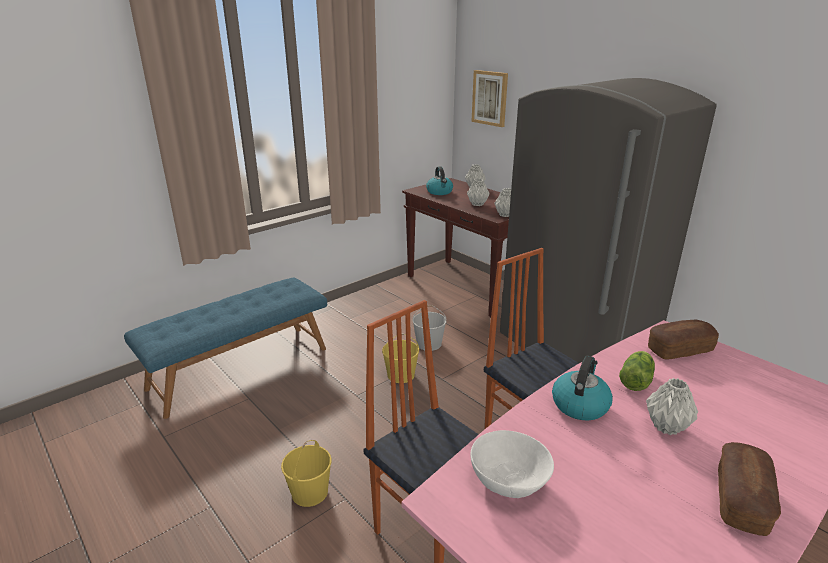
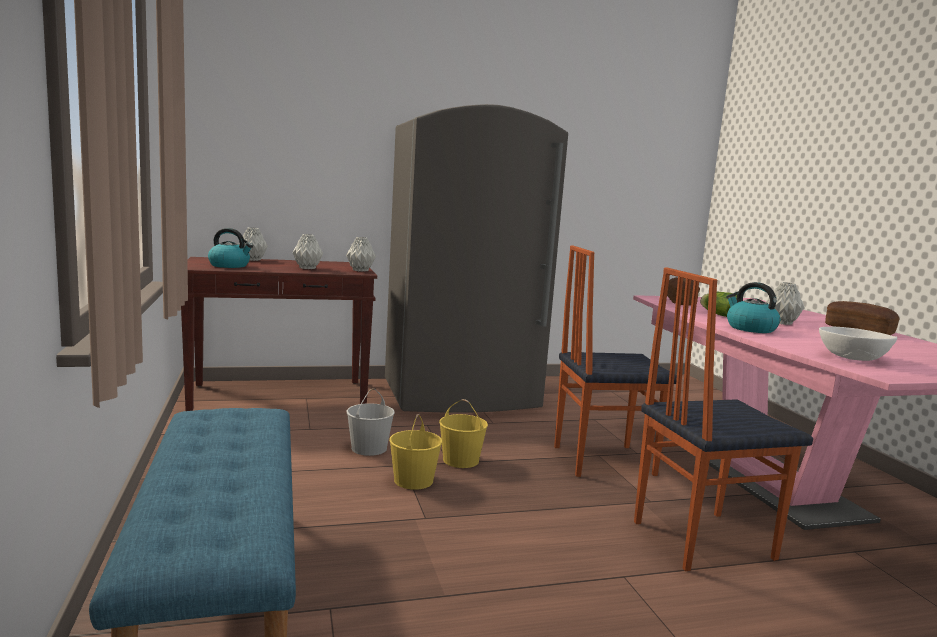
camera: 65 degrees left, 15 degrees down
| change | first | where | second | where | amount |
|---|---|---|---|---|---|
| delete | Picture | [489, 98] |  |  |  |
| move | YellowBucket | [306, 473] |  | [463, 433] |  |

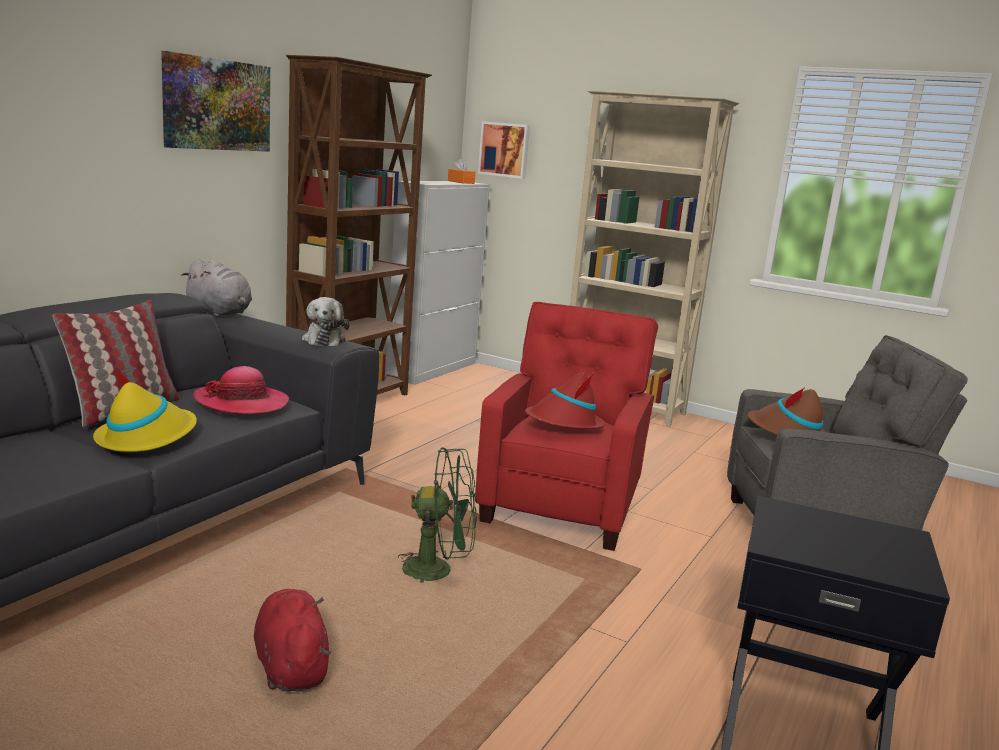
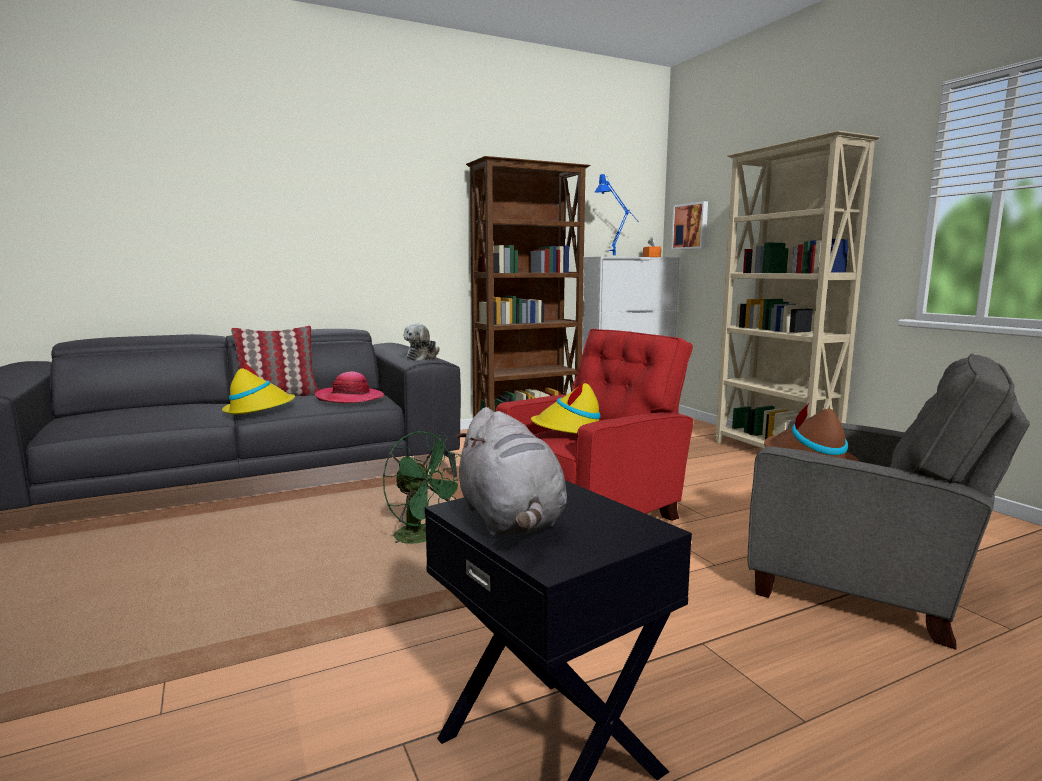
camera: 35 degrees right, 5 degrees down
| change | first | where | second | where | amount |
|---|---|---|---|---|---|
| delete | Picture | [215, 101] |  |  |  |
| move | GreyPlushToy | [216, 288] |  | [511, 471] |  |
| recolor | RedHat | [565, 400] | YellowHat | [565, 408] |  |
| delete | RedPlushToy | [292, 640] |  |  |  |
| insert |  |  | BlueTableLamp | [617, 214] |  |

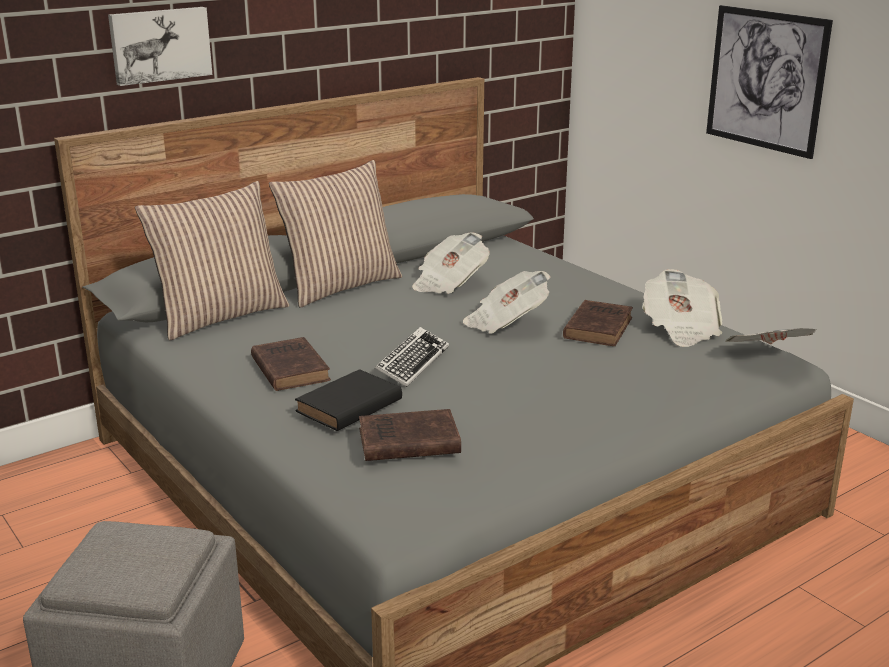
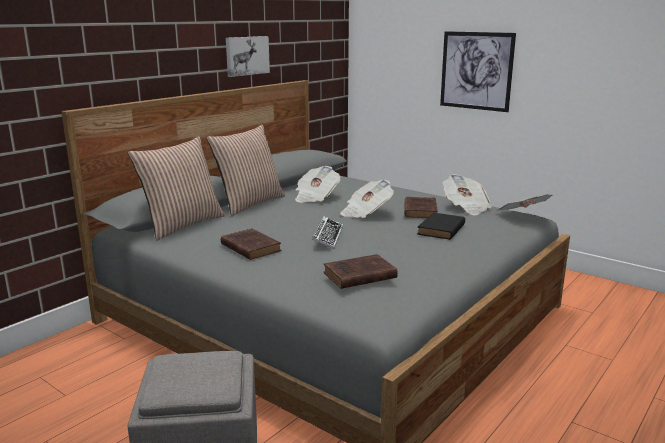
camera: 15 degrees left, 5 degrees down
| change | first | where | second | where | amount |
|---|---|---|---|---|---|
| move | Picture | [160, 46] |  | [248, 56] |  |
| move | BlackBook | [348, 400] |  | [441, 226] |  |

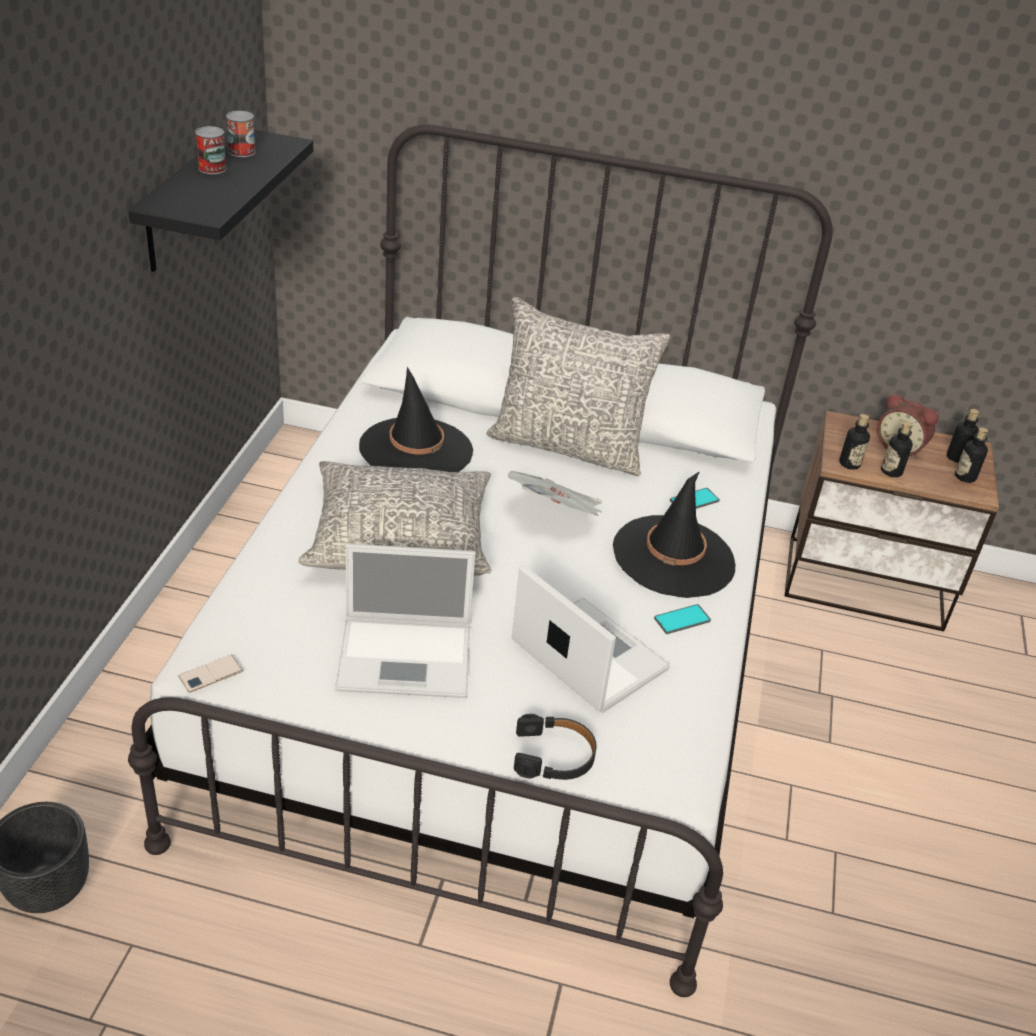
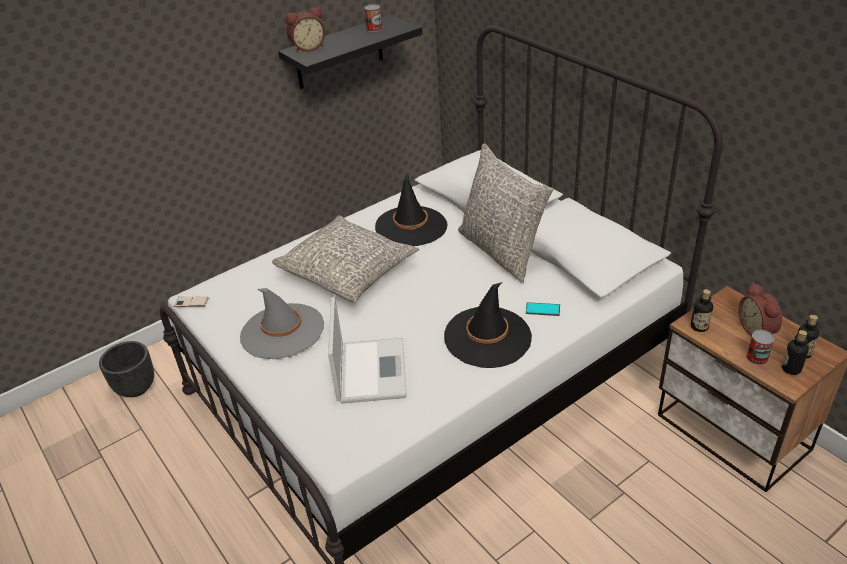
camera: 45 degrees right, 0 degrees up
| change | first | where | second | where | amount |
|---|---|---|---|---|---|
| move | Can | [211, 150] |  | [760, 347] |  |
| delete | Bottle | [897, 449] |  |  |  |
| delete | Newspaper | [555, 493] |  |  |  |
| replace | Laptop | [405, 620] | GreyHat | [282, 323] |  |
| delete | Phone | [682, 619] |  |  |  |
| delete | BlackHeadphones | [555, 747] |  |  |  |
| insert |  |  | AlarmClock | [305, 30] |  |

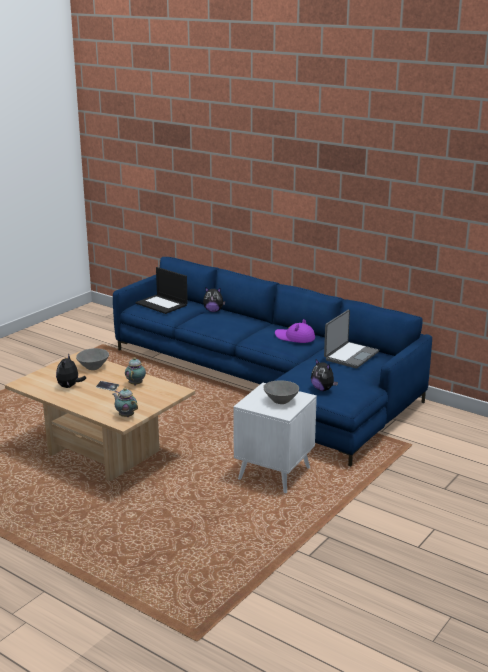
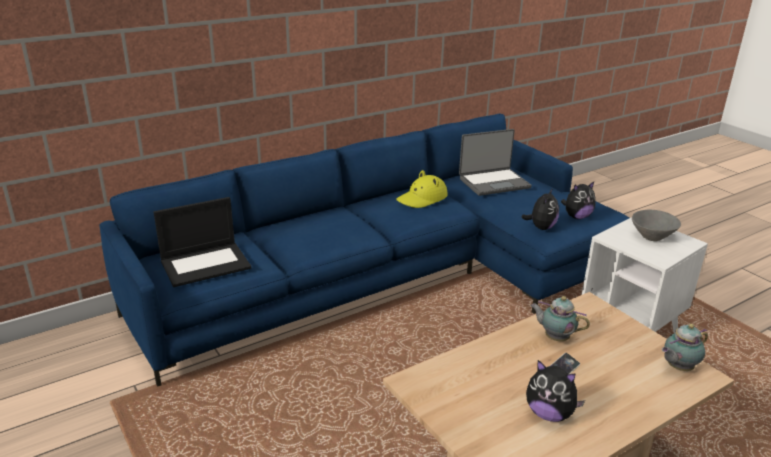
camera: 70 degrees left, 5 degrees up
| change | first | where | second | where | amount |
|---|---|---|---|---|---|
| move | PlushToy | [214, 299] |  | [540, 209] |  |
| rotate | Laptop | [351, 339] |  | [495, 162] | 105 degrees clockwise |
| recolor | PurpleHat | [295, 331] | YellowHat | [422, 189] |  |
| delete | GreyBowl | [92, 359] |  |  |  |

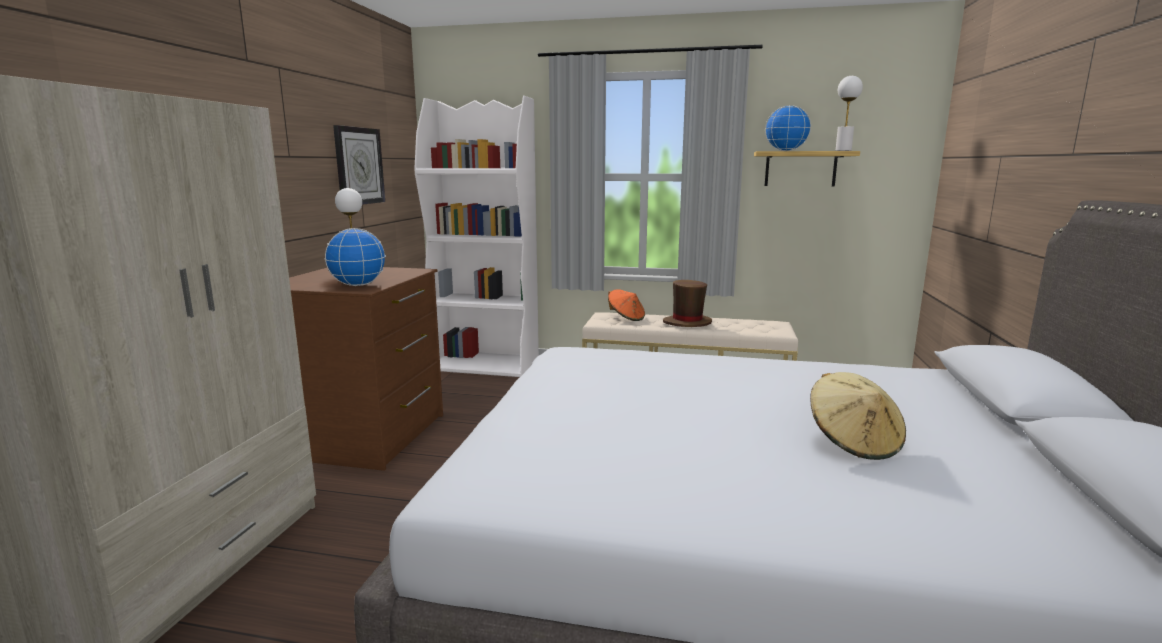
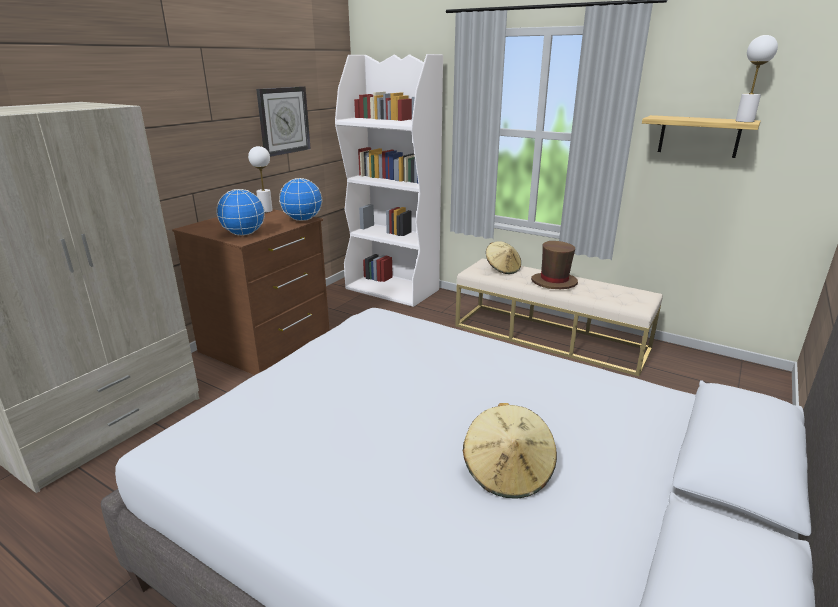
camera: 20 degrees right, 10 degrees up
| change | first | where | second | where | amount |
|---|---|---|---|---|---|
| move | Globe | [788, 128] |  | [300, 199] |  |
| recolor | OrangeHat | [626, 305] | BeigeHat | [503, 258] |  |

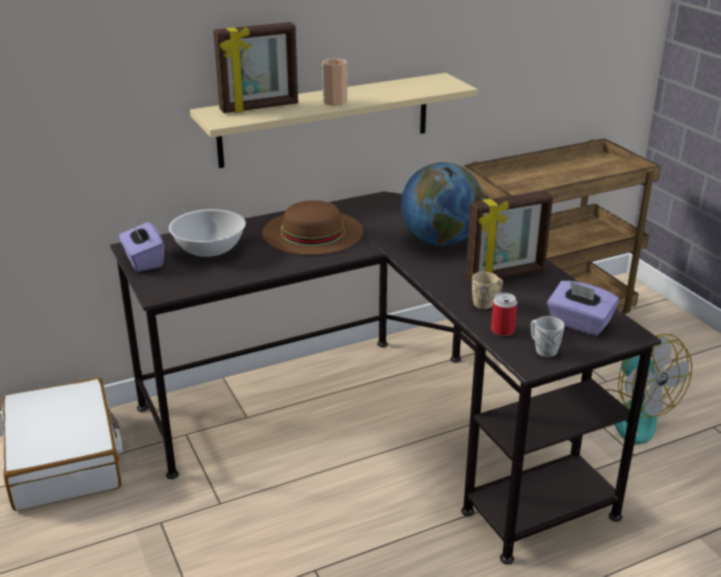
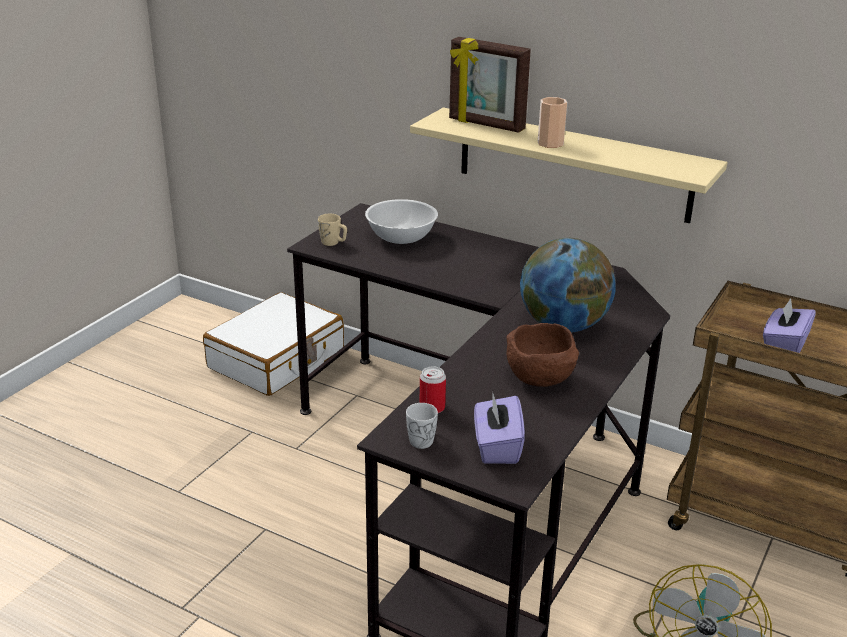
camera: 55 degrees right, 0 degrees up
| change | first | where | second | where | amount |
|---|---|---|---|---|---|
| replace | PictureFrame | [509, 237] | BrownBowl | [542, 355] |  |
| delete | BrownHat | [312, 227] |  |  |  |
| move | PurpleTissueBox | [141, 246] |  | [789, 325] |  |
| move | BeigeMug | [487, 290] |  | [332, 230] |  |

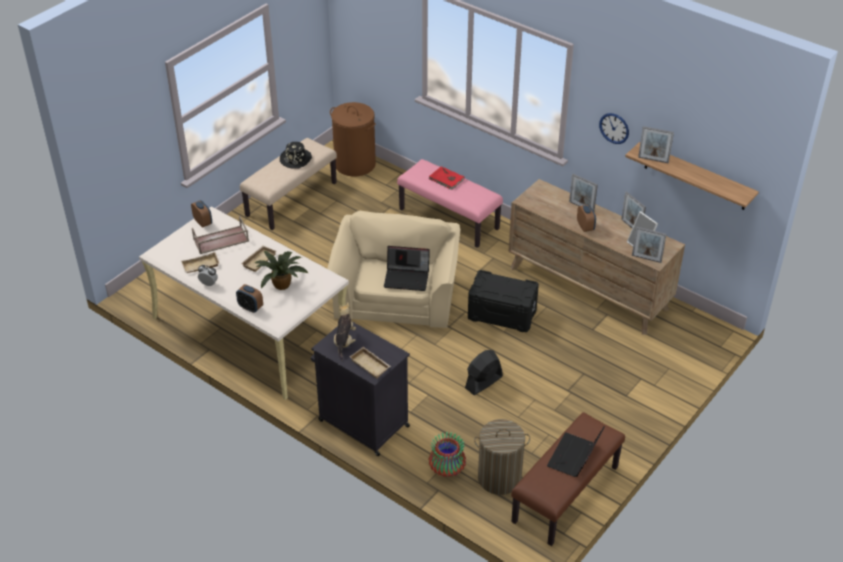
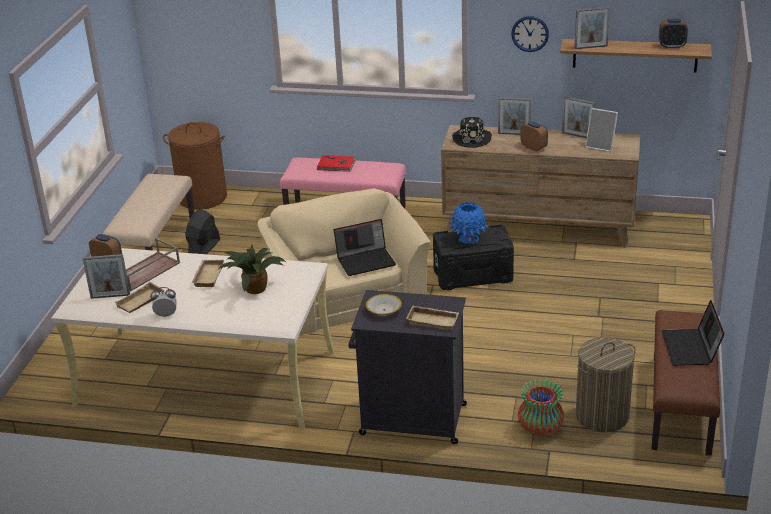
camera: 25 degrees left, 10 degrees down
| change | first | where | second | where | amount |
|---|---|---|---|---|---|
| move | BlackHat | [296, 155] |  | [472, 132] |  |
| move | PictureFrame | [649, 245] |  | [106, 276] |  |
| move | AlarmClock | [249, 298] |  | [673, 33] |  |
| replace | PlushToy | [345, 331] | Bowl | [384, 305] |  |
| move | BlackFan | [484, 372] |  | [202, 232] |  |
| insert |  |  | BlueVase | [468, 223] |  |

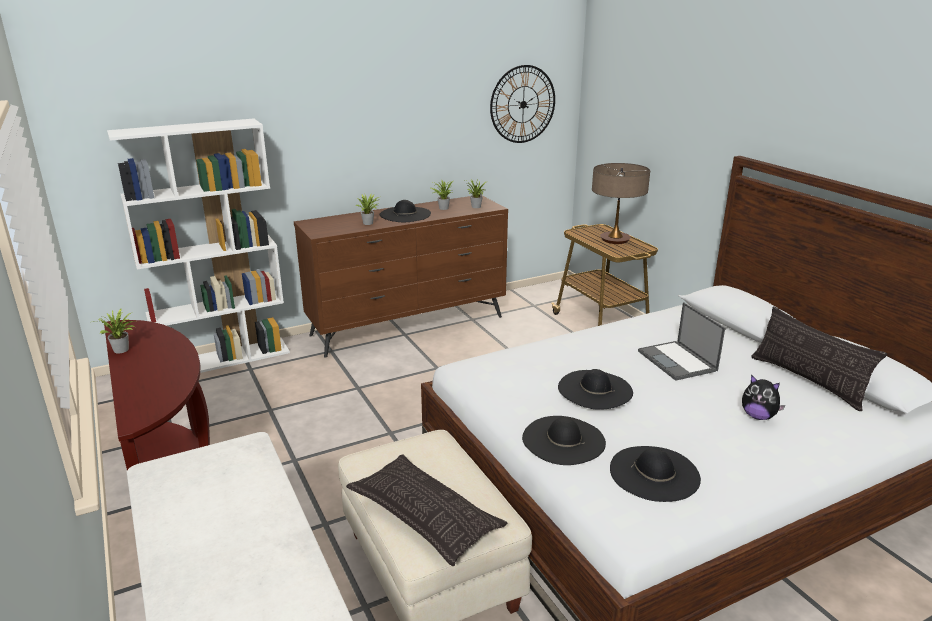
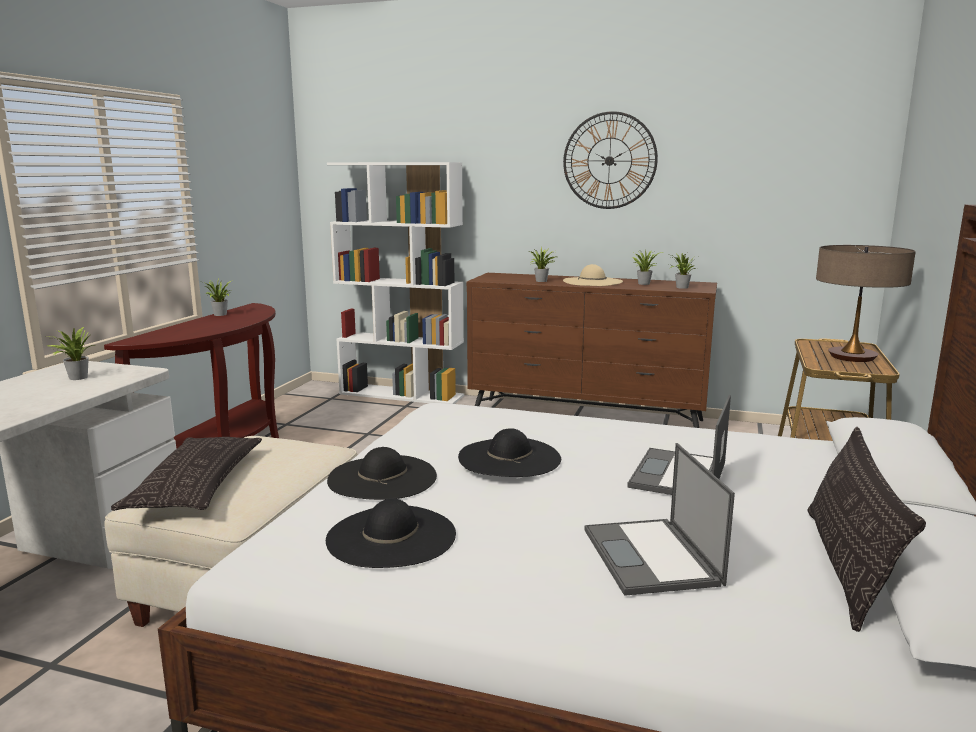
camera: 45 degrees right, 10 degrees down
| change | first | where | second | where | amount |
|---|---|---|---|---|---|
| move | WallClock | [522, 104] |  | [610, 160] |  |
| recolor | BlackHat | [405, 211] | BeigeHat | [593, 275] |  |
| replace | PlushToy | [763, 397] | Laptop | [660, 519] |  |
| insert |  |  | PottedPlant | [71, 353] |  |

